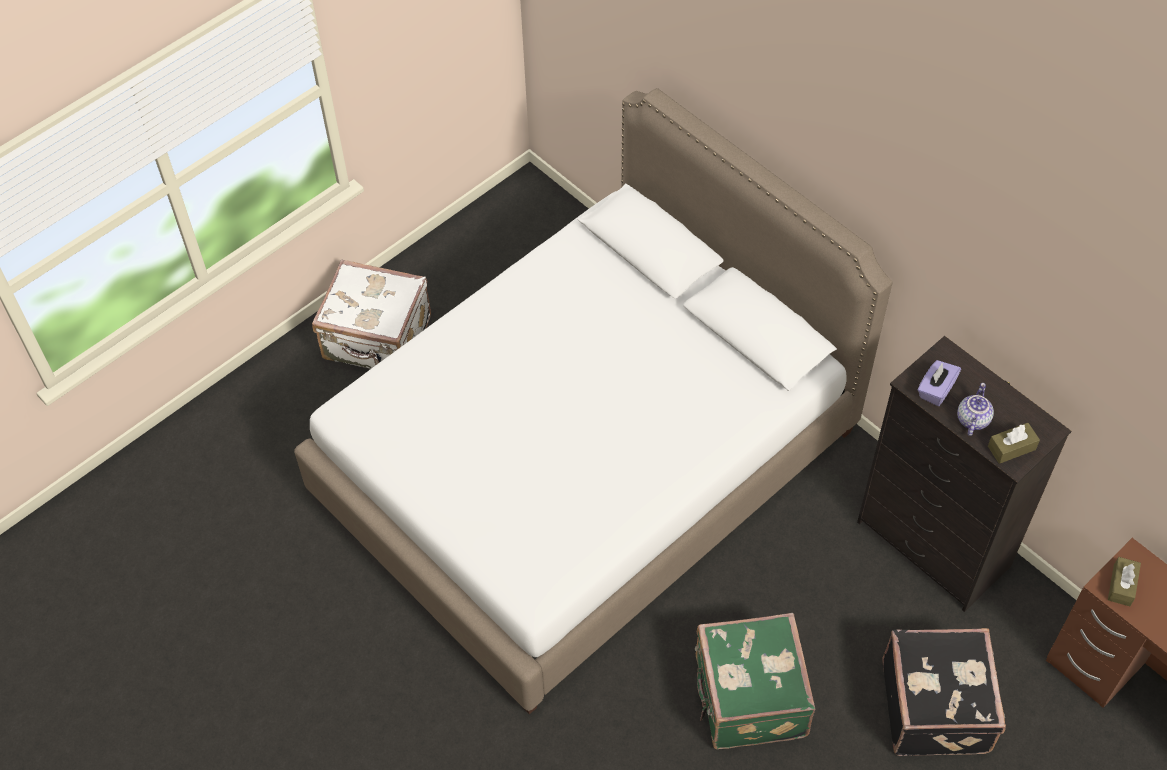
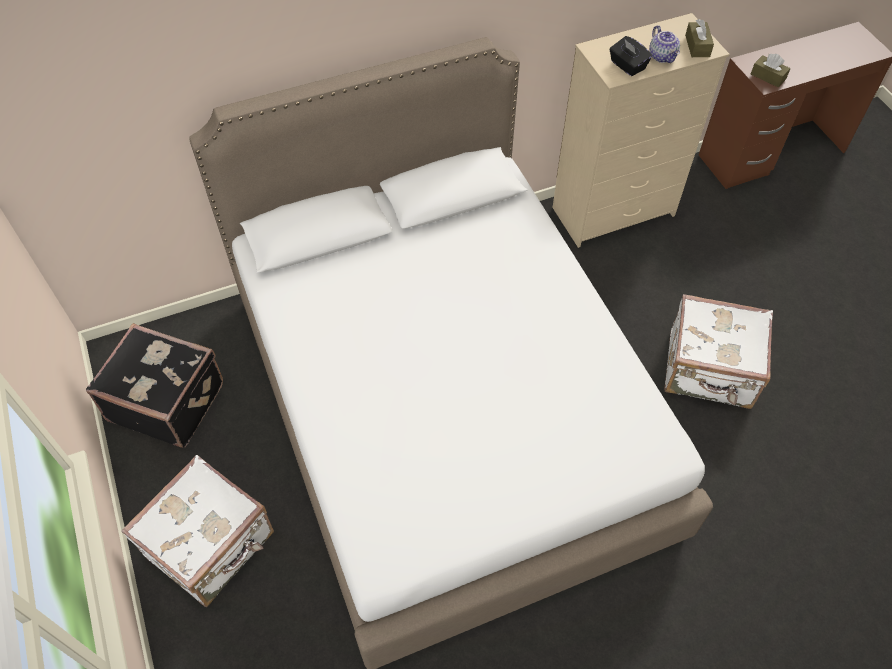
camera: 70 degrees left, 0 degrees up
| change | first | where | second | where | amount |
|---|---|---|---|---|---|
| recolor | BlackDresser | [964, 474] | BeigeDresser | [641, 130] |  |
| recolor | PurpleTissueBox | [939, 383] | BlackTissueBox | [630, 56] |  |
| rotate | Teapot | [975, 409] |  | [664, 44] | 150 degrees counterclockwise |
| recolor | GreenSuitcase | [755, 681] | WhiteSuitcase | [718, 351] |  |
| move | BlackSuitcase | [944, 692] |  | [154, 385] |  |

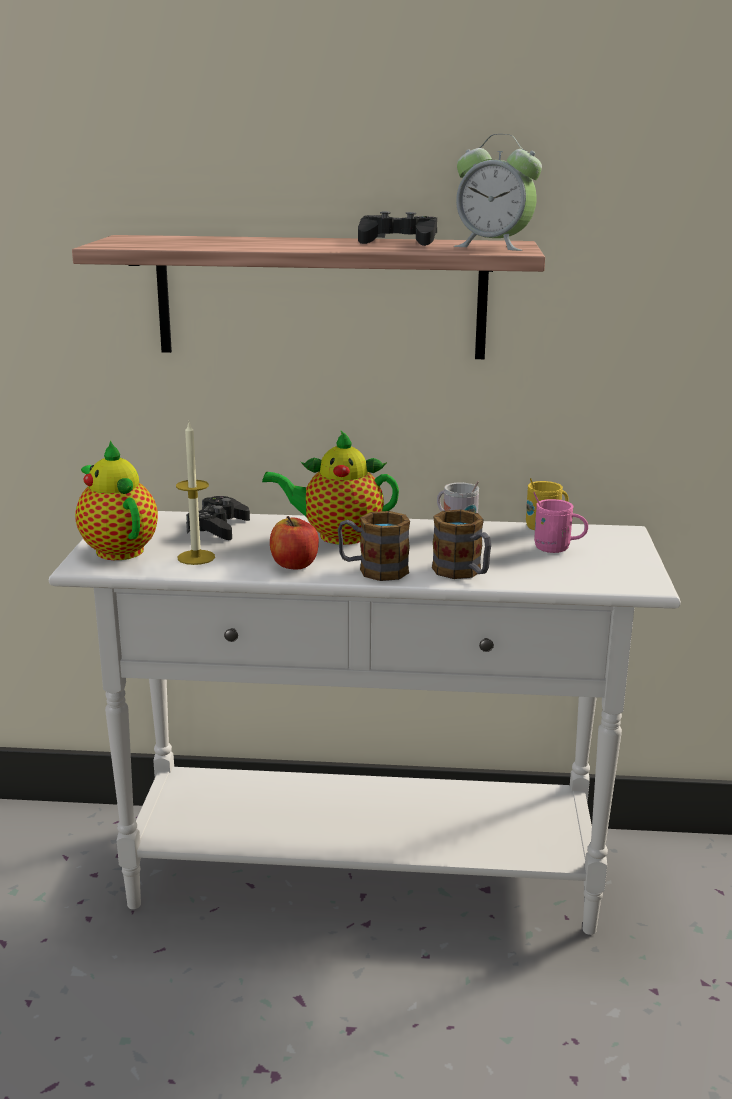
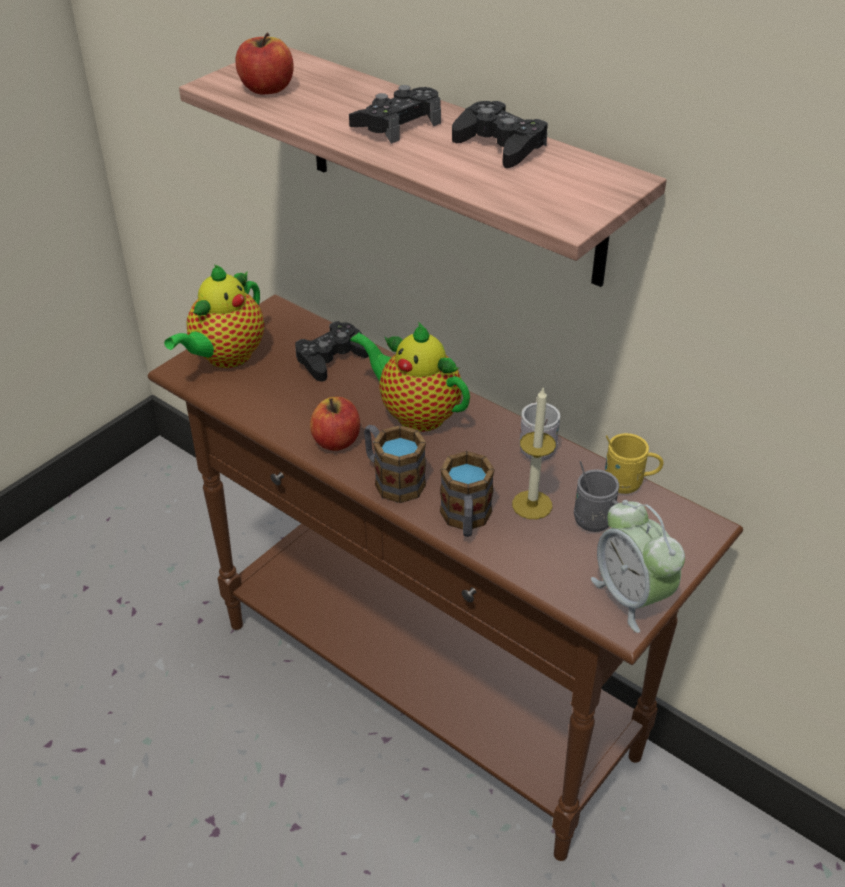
camera: 35 degrees right, 20 degrees up
| change | first | where | second | where | amount |
|---|---|---|---|---|---|
| move | AlarmClock | [498, 192] |  | [638, 566] |  |
| move | Candle | [195, 493] |  | [534, 452] |  |
| rotate | Teapot | [116, 500] |  | [214, 316] | 150 degrees counterclockwise |
| recolor | PinkMug | [560, 522] | GreyMug | [596, 496] |  |
| recolor | WhiteConsoleTable | [365, 723] | BrownConsoleTable | [445, 577] |  |
| insert |  |  | Apple | [265, 64] |  |
| insert |  |  | BlackGameController | [395, 114] |  |

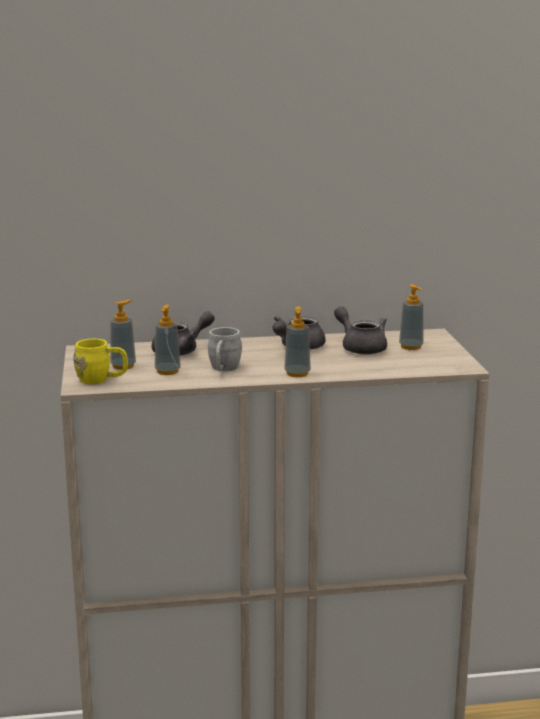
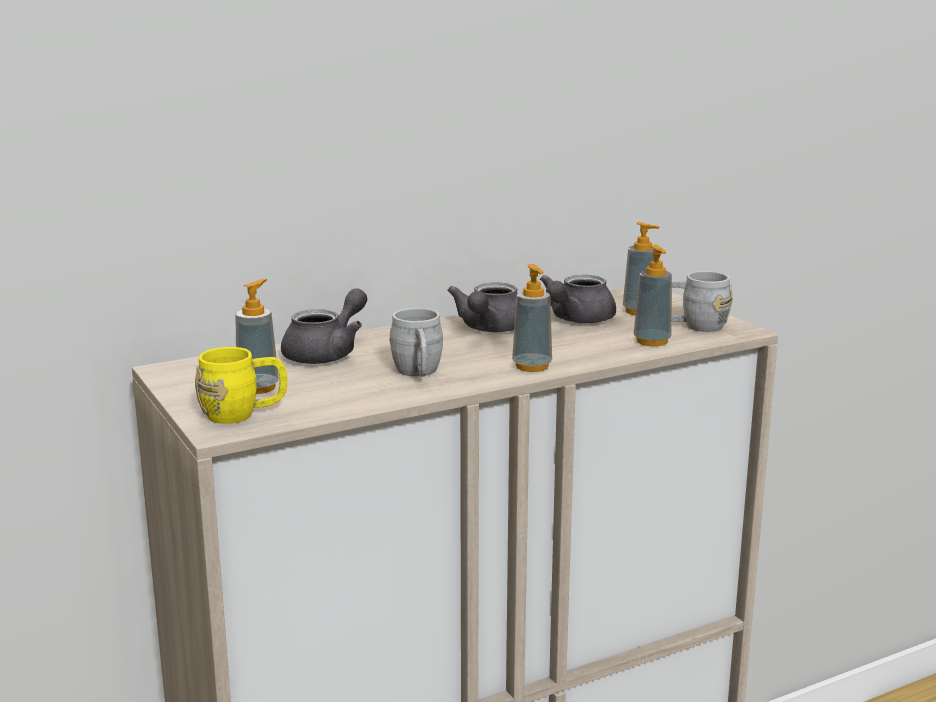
camera: 20 degrees left, 0 degrees up
| change | first | where | second | where | amount |
|---|---|---|---|---|---|
| move | SoapDispenser | [168, 340] |  | [653, 295] |  |
| rotate | GreyTeapot | [360, 331] |  | [578, 299] | 90 degrees counterclockwise |
| insert |  |  | GreyMug | [702, 301] |  |

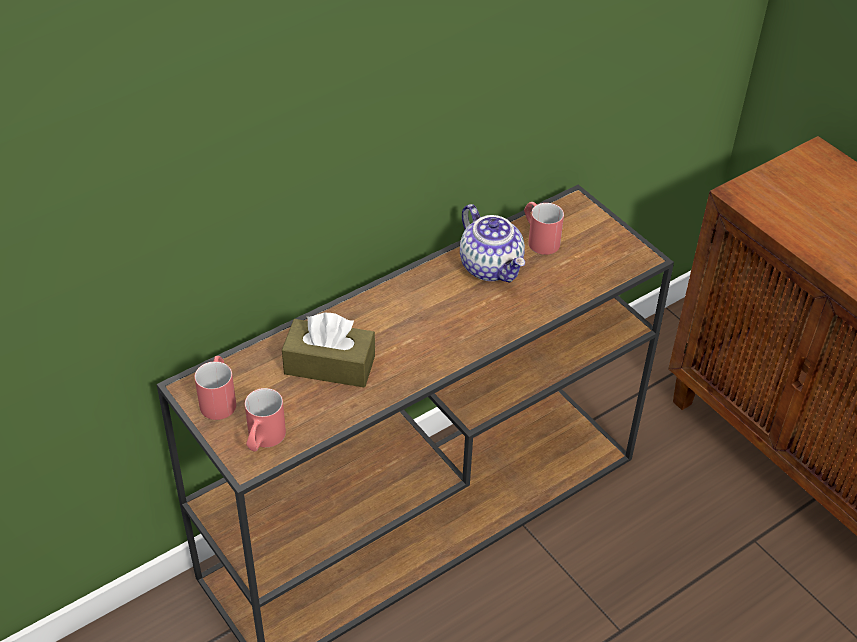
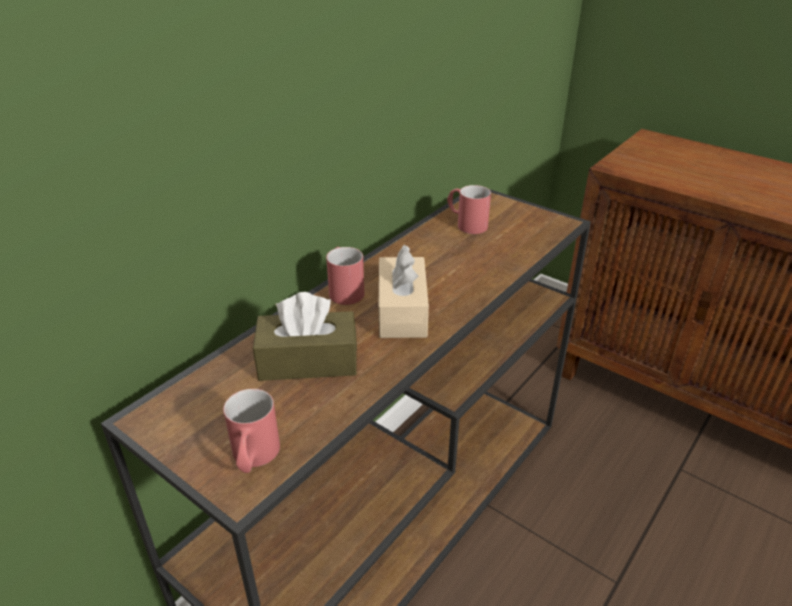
camera: 15 degrees left, 10 degrees down
| change | first | where | second | where | amount |
|---|---|---|---|---|---|
| delete | Teapot | [492, 243] |  |  |  |
| move | RedMug | [215, 388] |  | [345, 276] |  |
| insert |  |  | BeigeTissueBox | [404, 291] |  |

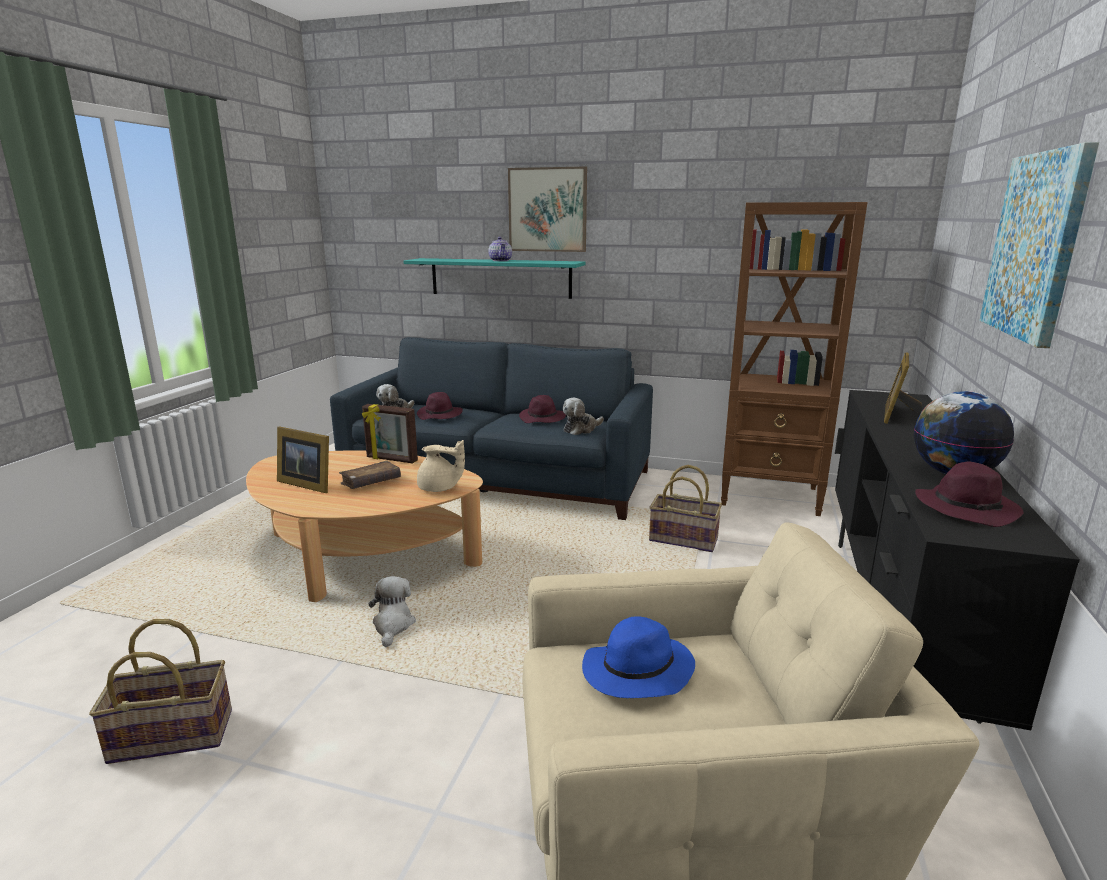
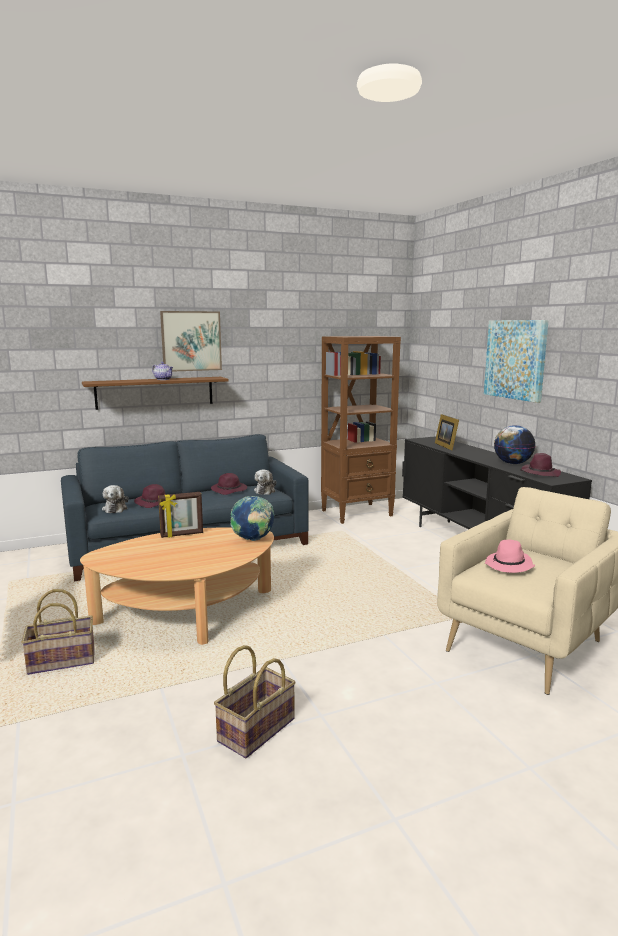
camera: 40 degrees left, 5 degrees down
| change | first | where | second | where | amount |
|---|---|---|---|---|---|
| recolor | TurquoiseShelf | [494, 278] | BrownShelf | [155, 393] |  |
| delete | PictureFrame | [303, 459] |  |  |  |
| replace | BeigeTeapot | [441, 466] | Globe | [252, 518] |  |
| delete | BrownBook | [370, 474] |  |  |  |
| move | Basket | [685, 508] |  | [58, 632] |  |
| delete | PlushToy | [392, 611] |  |  |  |
| recolor | BlueHat | [638, 657] | PinkHat | [510, 556] |  |

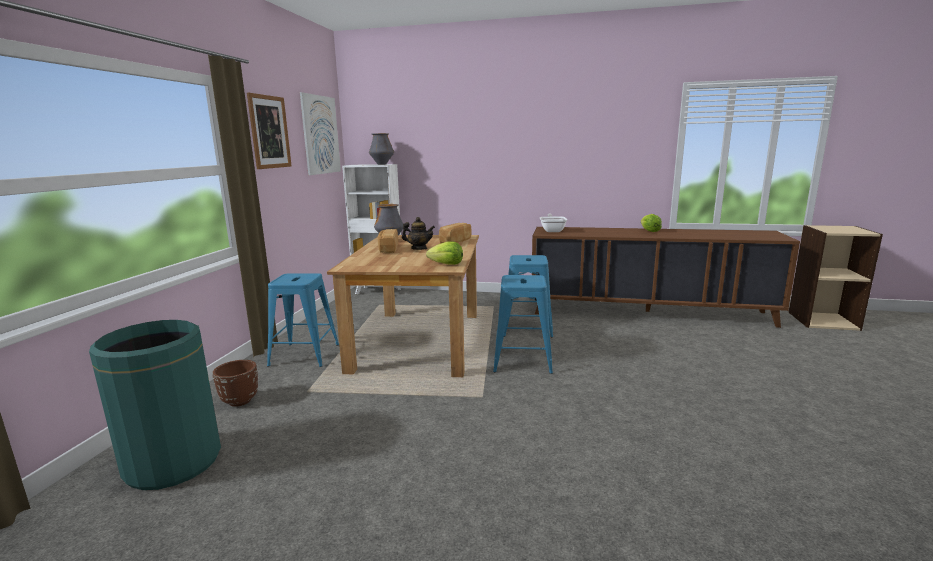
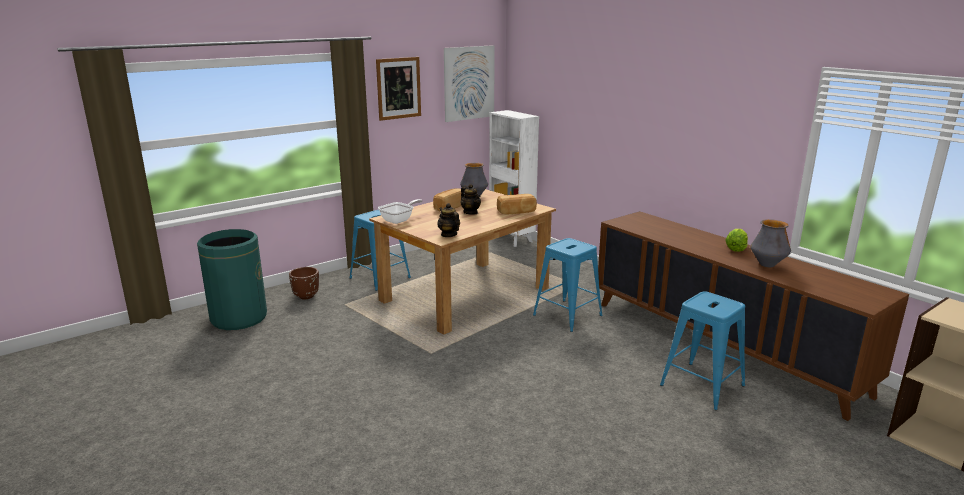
camera: 40 degrees right, 5 degrees up
| change | first | where | second | where | amount |
|---|---|---|---|---|---|
| move | Vase | [381, 149] |  | [770, 243] |  |
| move | FryingPan | [553, 223] |  | [400, 211] |  |
| replace | Lettuce | [444, 253] | Teapot | [448, 220] |  |
| move | BlueStool | [523, 324] |  | [702, 350] |  |

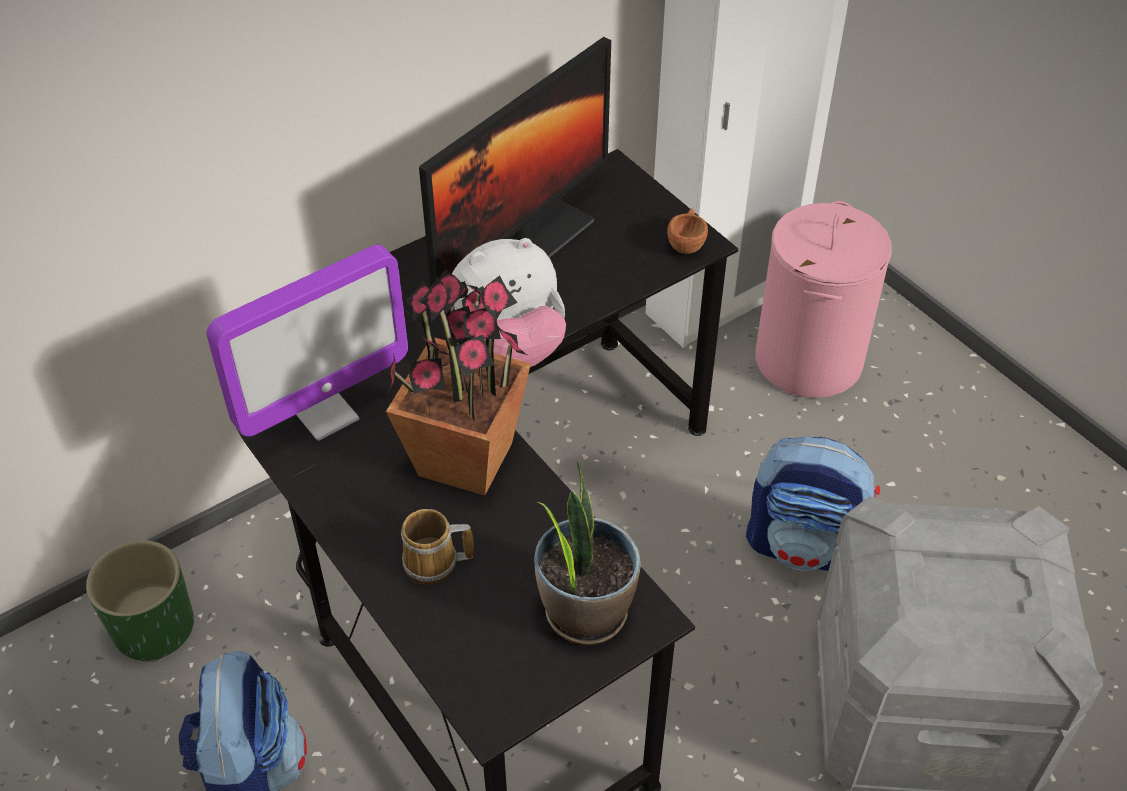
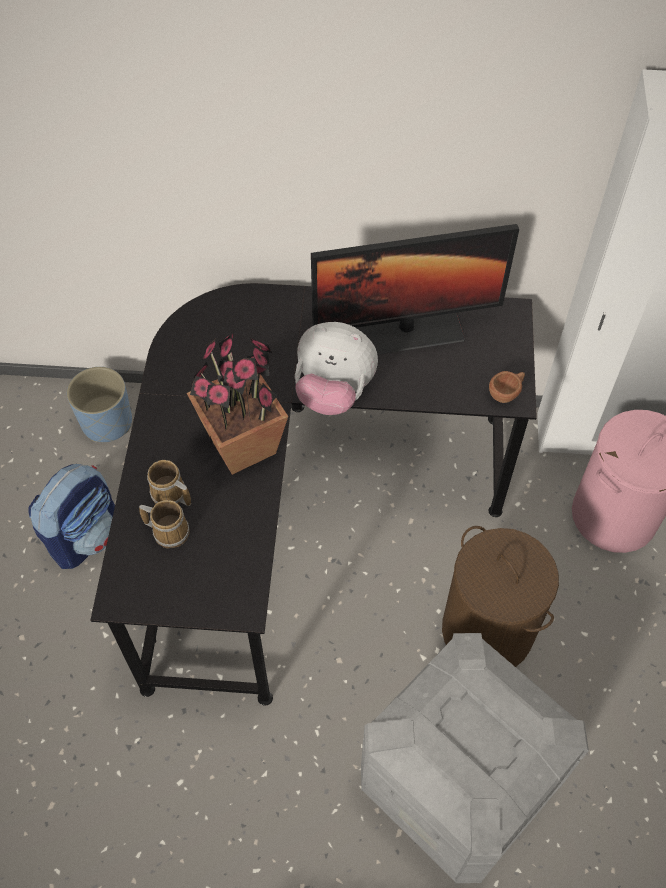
camera: 40 degrees right, 10 degrees up
| change | first | where | second | where | amount |
|---|---|---|---|---|---|
| delete | Monitor | [307, 343] |  |  |  |
| replace | Backpack | [813, 504] | BrownLaundryBasket | [500, 596] |  |
| delete | PottedPlant | [587, 553] |  |  |  |
| recolor | GreenPlanter | [140, 601] | BluePlanter | [99, 404] |  |
| insert |  |  | Mug | [164, 524] |  |

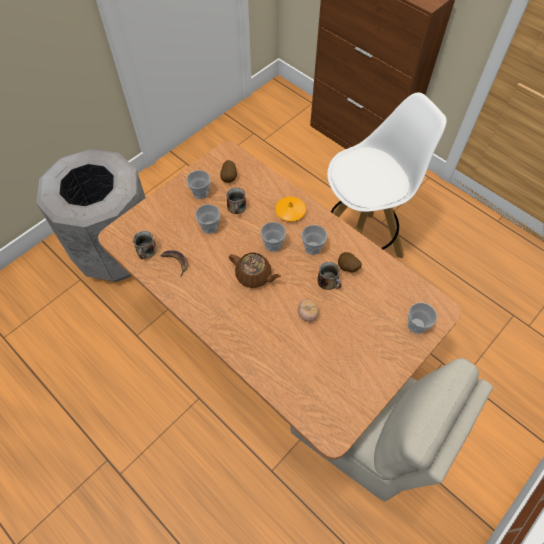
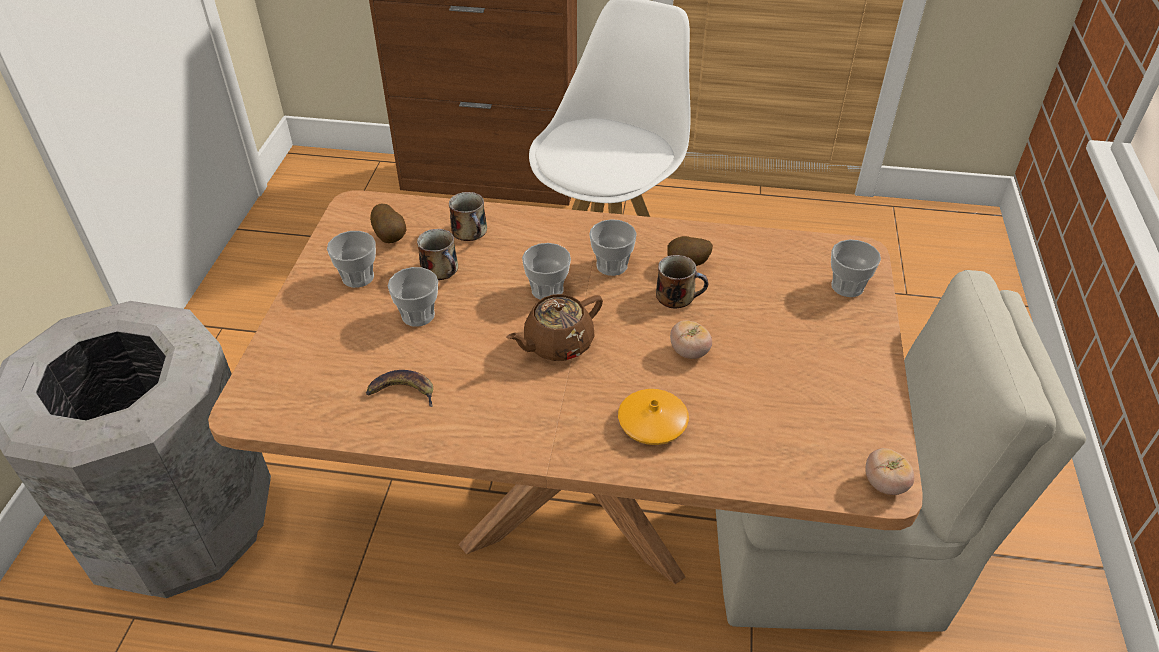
camera: 35 degrees left, 15 degrees down
| change | first | where | second | where | amount |
|---|---|---|---|---|---|
| move | OrangeVase | [290, 209] |  | [653, 417] |  |
| move | Mug | [145, 245] |  | [468, 216] |  |
| rotate | BrownTeapot | [255, 270] |  | [554, 327] | 150 degrees clockwise |
| insert |  |  | Tomato | [889, 471] |  |

